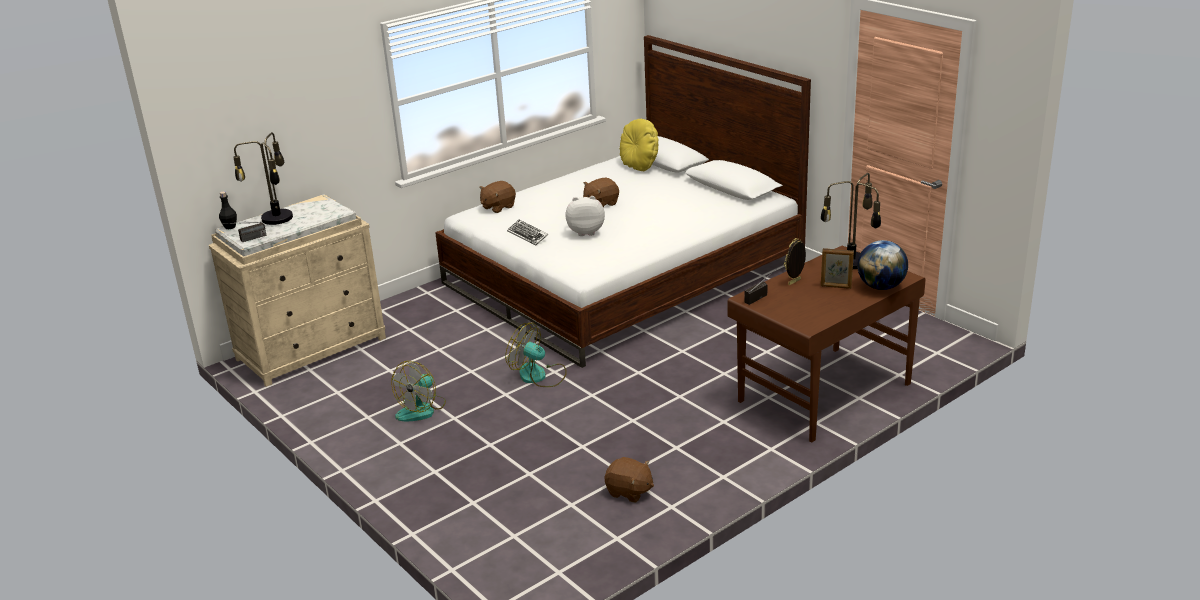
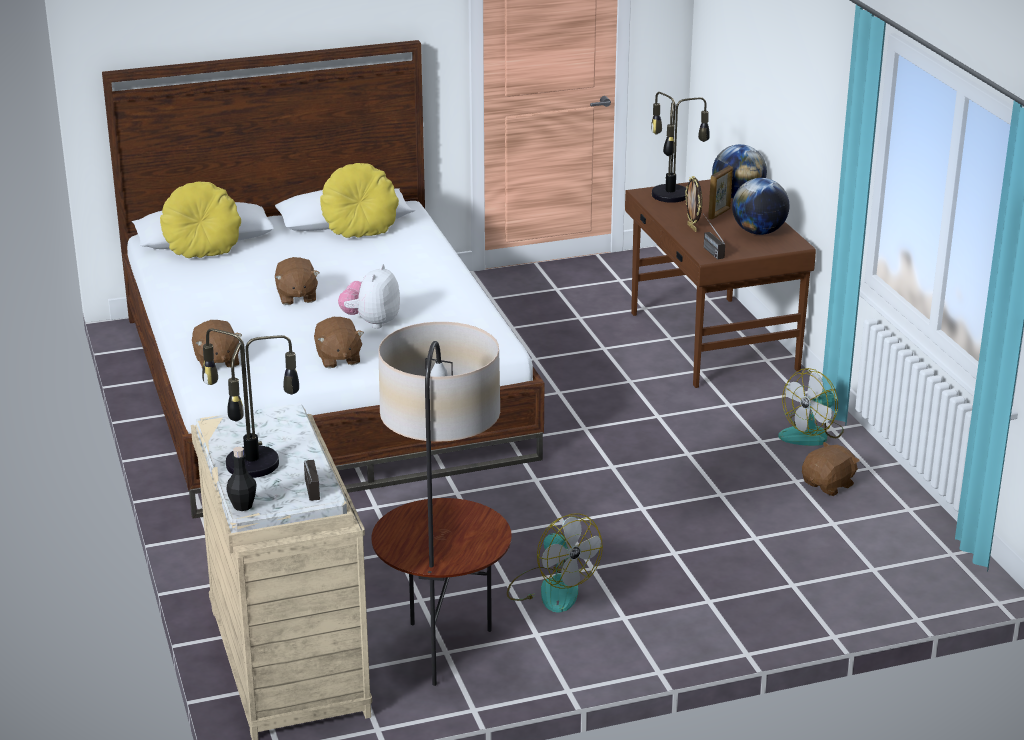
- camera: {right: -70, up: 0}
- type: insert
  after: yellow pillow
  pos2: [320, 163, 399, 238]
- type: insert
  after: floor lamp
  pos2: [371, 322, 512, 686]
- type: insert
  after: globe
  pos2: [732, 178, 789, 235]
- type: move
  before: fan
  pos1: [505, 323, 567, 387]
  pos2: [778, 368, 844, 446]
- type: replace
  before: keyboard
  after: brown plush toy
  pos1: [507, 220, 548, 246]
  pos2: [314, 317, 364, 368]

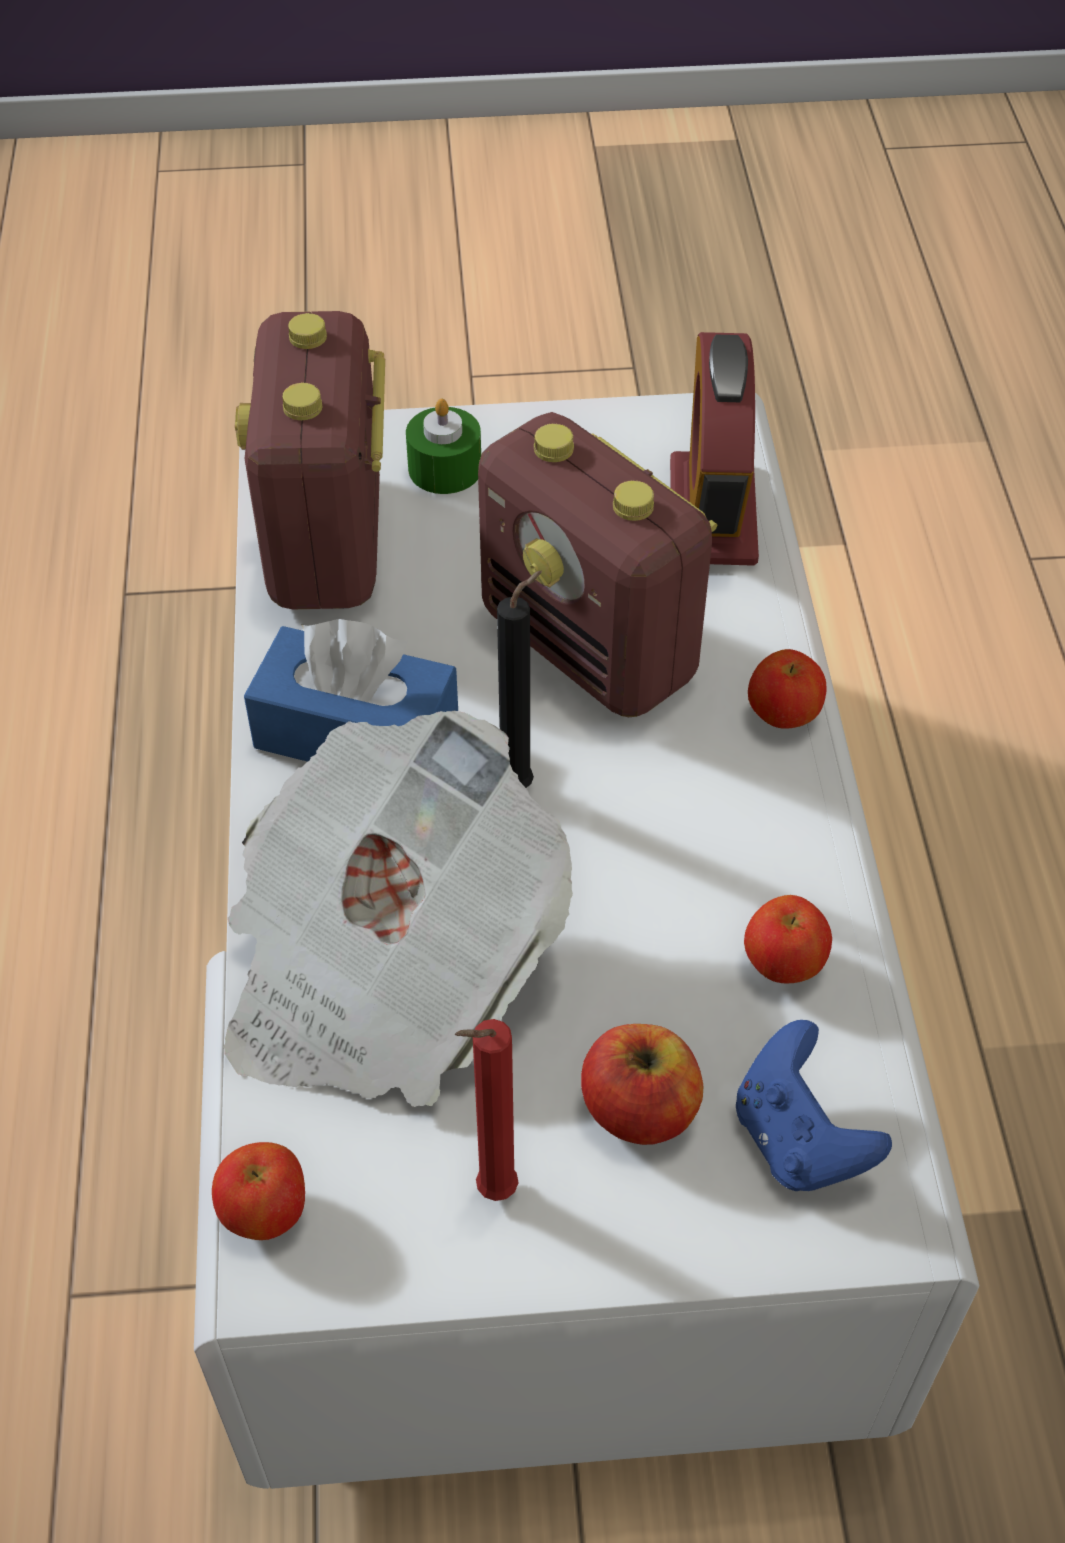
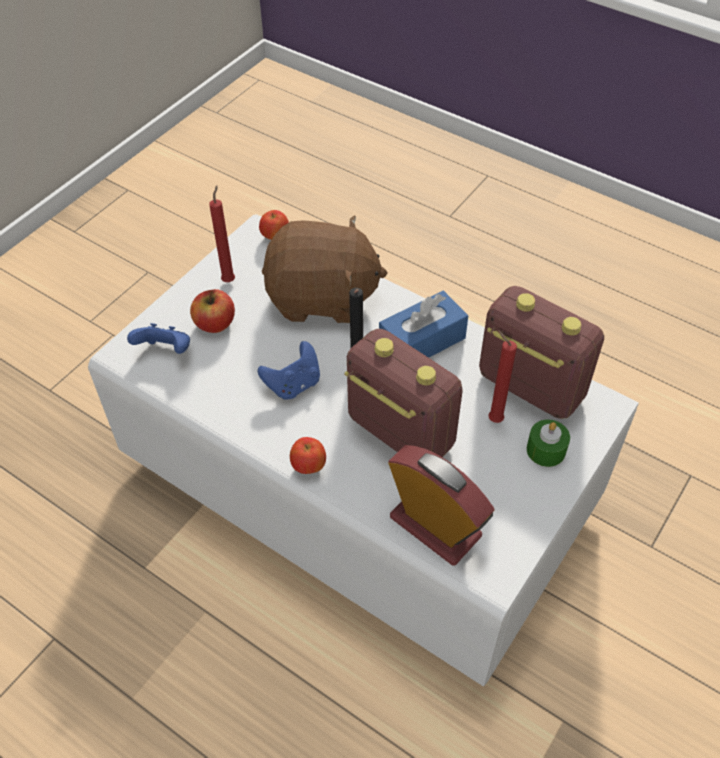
- camera: {right: 130, up: 0}
- type: delete
  before: apple
  pos1: [744, 895, 832, 984]
- type: insert
  after: blue game controller
  pos2: [258, 341, 320, 400]
- type: insert
  after: red candle
  pos2: [488, 330, 517, 423]
- type: replace
  before: newspaper
  after: brown plush toy
  pos1: [223, 711, 573, 1107]
  pos2: [262, 216, 387, 323]
- type: rotate
  before: radio
  pos1: [478, 412, 717, 717]
  pos2: [344, 329, 463, 457]
  turn: 45

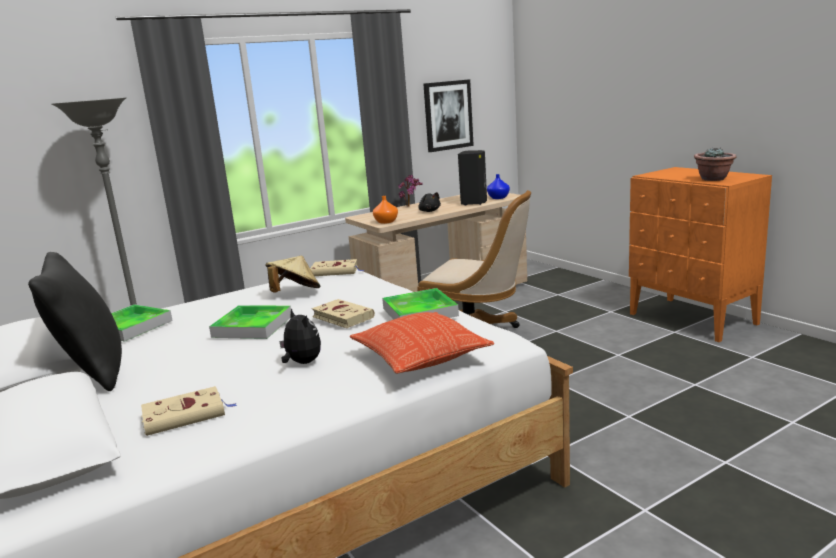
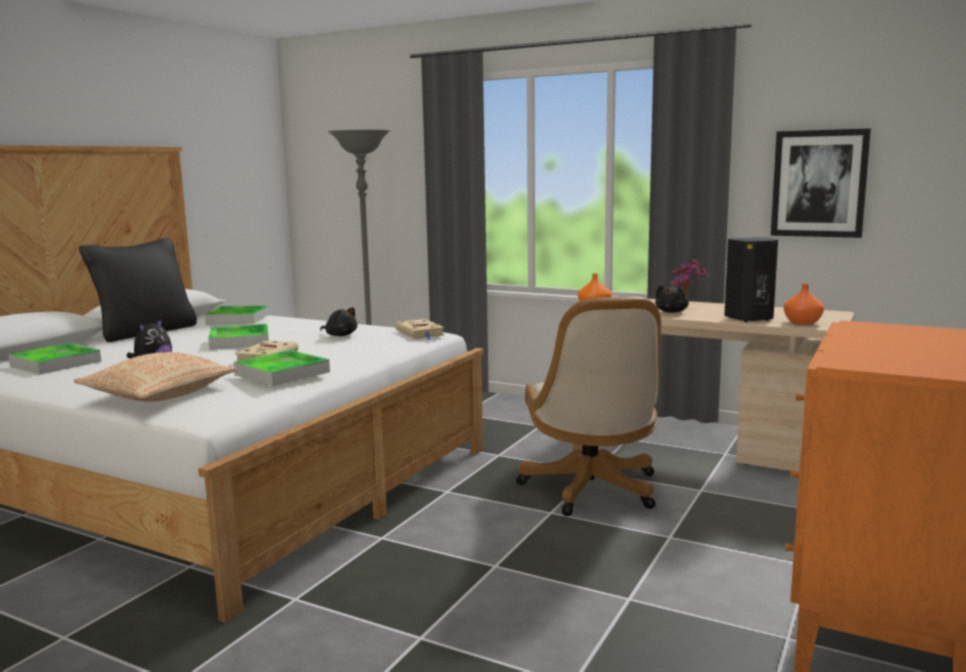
- camera: {right: 60, up: -5}
- type: delete
  before: potted plant
  pos1: [694, 148, 737, 181]
- type: replace
  before: beige book
  after: tray
  pos1: [141, 386, 238, 436]
  pos2: [8, 343, 101, 375]
- type: replace
  before: beige hat
  after: black plush toy
  pos1: [265, 256, 321, 292]
  pos2: [320, 307, 357, 336]
- type: recolor
  before: orange pillow
  after: beige pillow
  pos1: [350, 312, 494, 374]
  pos2: [73, 352, 237, 402]
- type: recolor
  before: blue vase
  after: orange vase
  pos1: [487, 174, 510, 199]
  pos2: [784, 284, 824, 325]

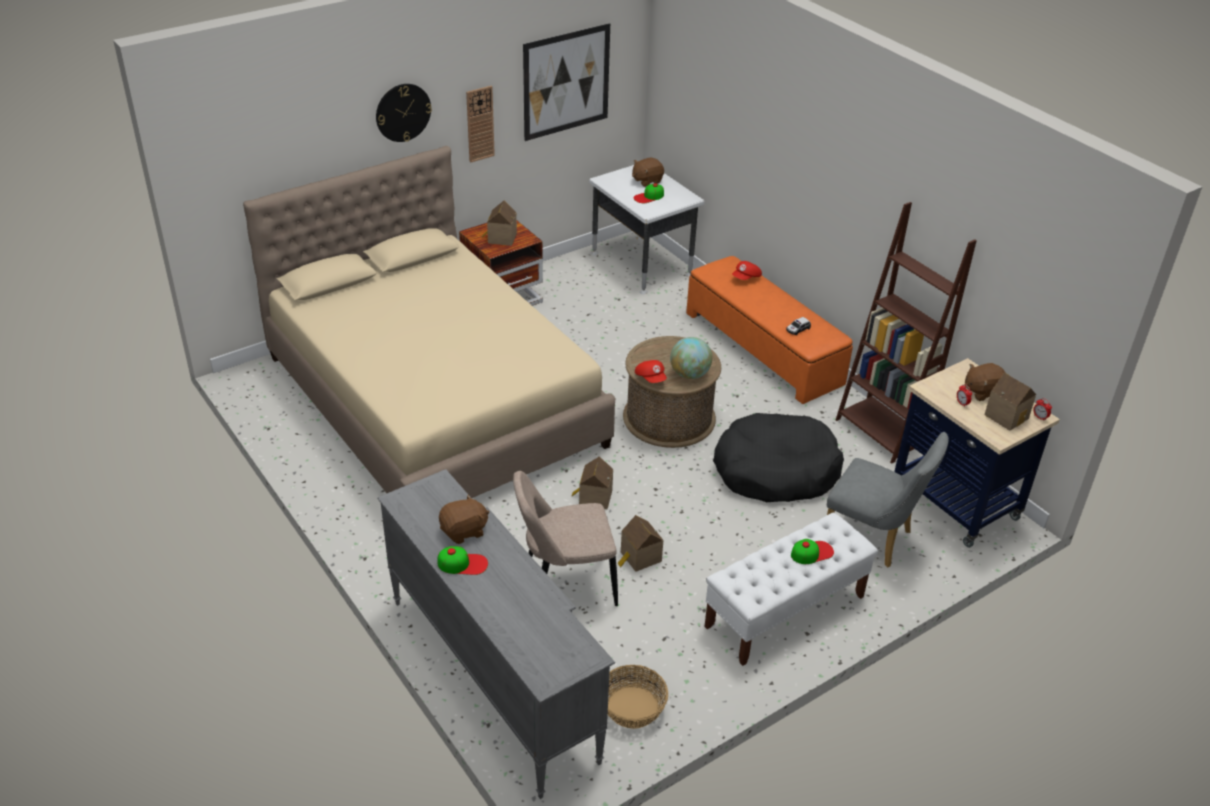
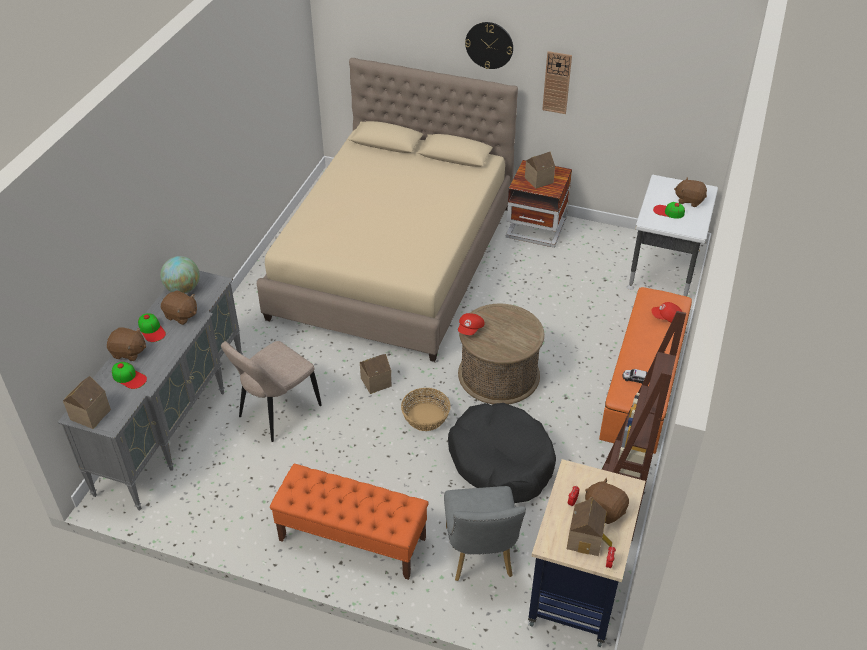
- camera: {right: 55, up: 5}
- type: delete
  before: picture
  pos1: [523, 23, 610, 141]
- type: insert
  after: brown plush toy
  pos2: [107, 327, 146, 361]
- type: move
  before: basket
  pos1: [608, 665, 668, 729]
  pos2: [401, 388, 451, 431]
- type: move
  before: toy house
  pos1: [617, 515, 663, 572]
  pos2: [63, 376, 111, 429]
- type: move
  before: globe
  pos1: [670, 337, 712, 379]
  pos2: [160, 256, 200, 293]
- type: move
  before: cap
  pos1: [791, 539, 834, 564]
  pos2: [112, 362, 147, 389]
- type: recolor
  before: white bench
  after: orange bench
  pos1: [704, 512, 878, 666]
  pos2: [270, 464, 429, 580]
- type: rotate
  before: beige chair
  pos1: [513, 471, 618, 606]
  pos2: [221, 341, 322, 442]
  turn: -90

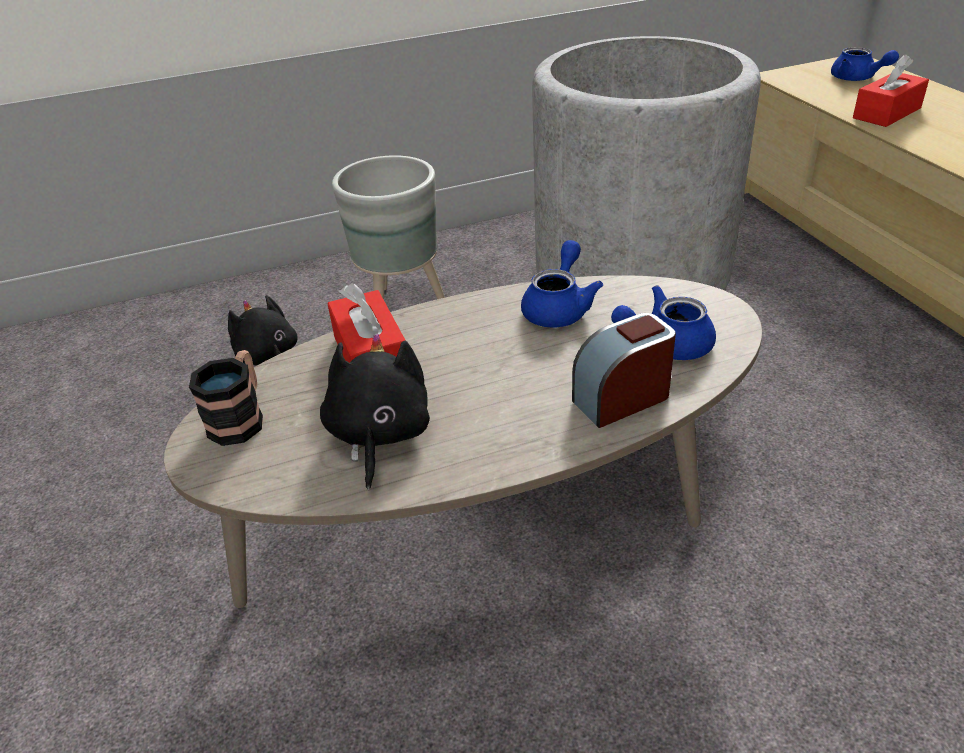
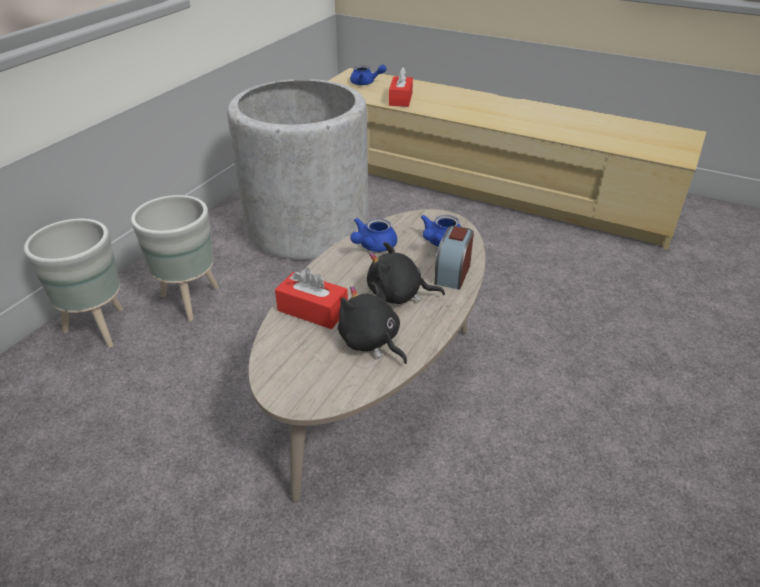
- camera: {right: -45, up: 0}
- type: delete
  before: mug
  pos1: [189, 350, 263, 446]
- type: insert
  after: grey planter
  pos2: [24, 219, 123, 348]
- type: move
  before: black plush toy
  pos1: [228, 295, 298, 365]
  pos2: [367, 242, 445, 304]
- type: rotate
  before: blue teapot
  pos1: [521, 240, 603, 327]
  pos2: [350, 218, 397, 252]
  turn: -120

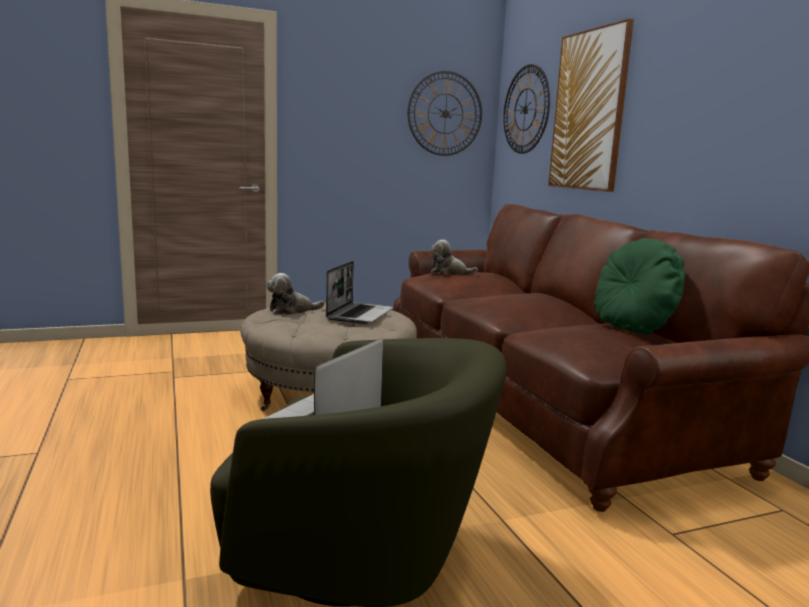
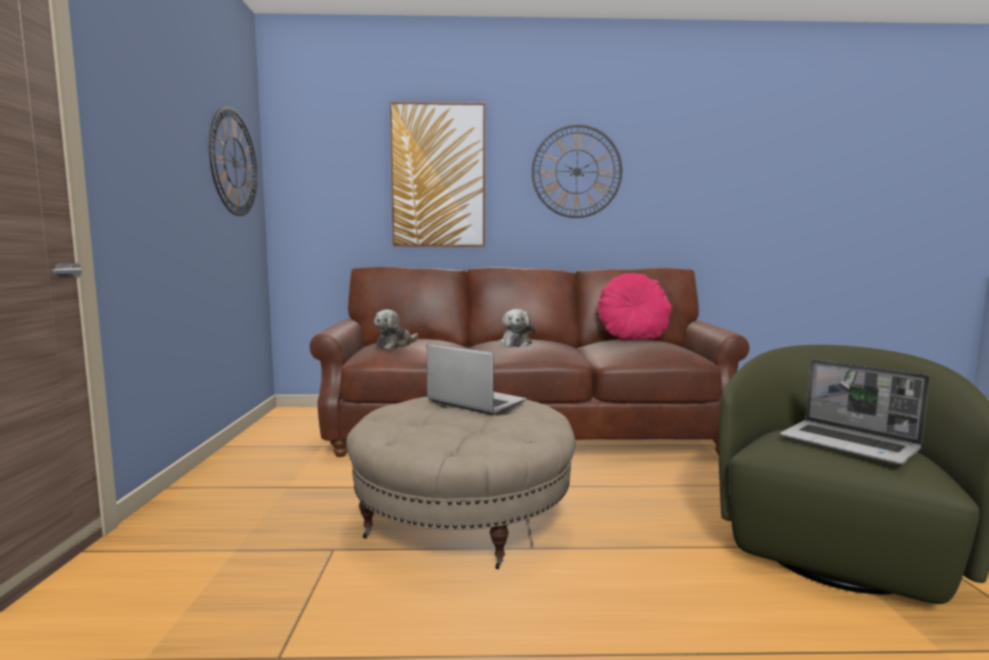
- camera: {right: -70, up: -5}
- type: move
  before: plush toy
  pos1: [266, 273, 325, 315]
  pos2: [499, 309, 535, 347]
- type: move
  before: wall clock
  pos1: [503, 64, 550, 154]
  pos2: [532, 124, 622, 218]
- type: recolor
  before: green pillow
  after: pink pillow
  pos1: [594, 238, 686, 335]
  pos2: [598, 273, 672, 341]

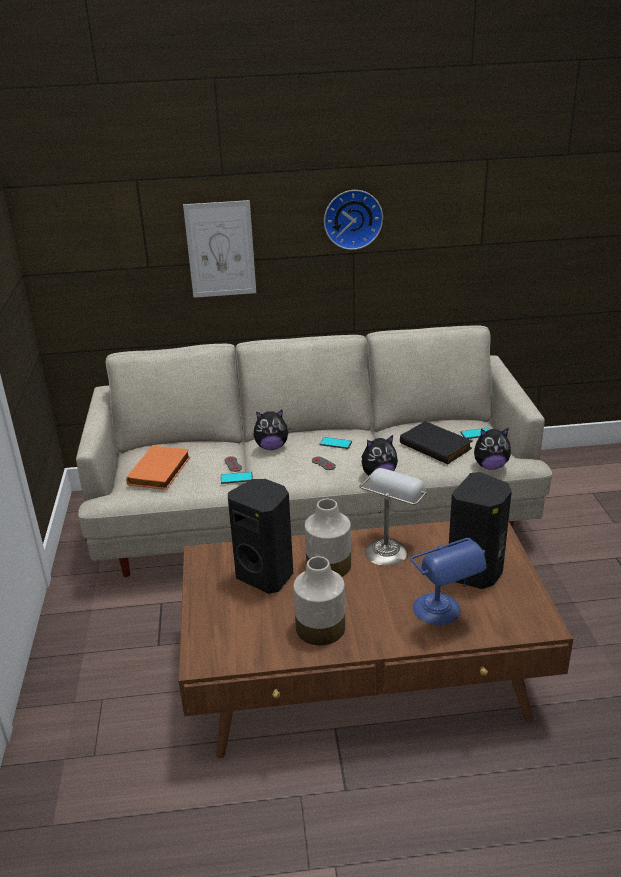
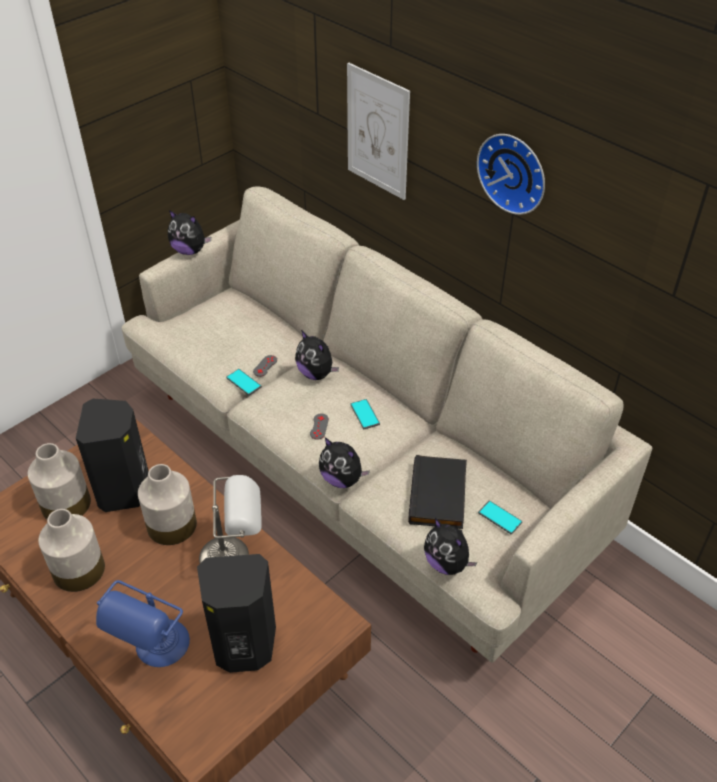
- camera: {right: 50, up: 15}
- type: delete
  before: orange book
  pos1: [126, 445, 190, 490]
- type: insert
  after: beige vase
  pos2: [28, 443, 91, 519]
- type: insert
  after: plush toy
  pos2: [168, 210, 211, 255]

